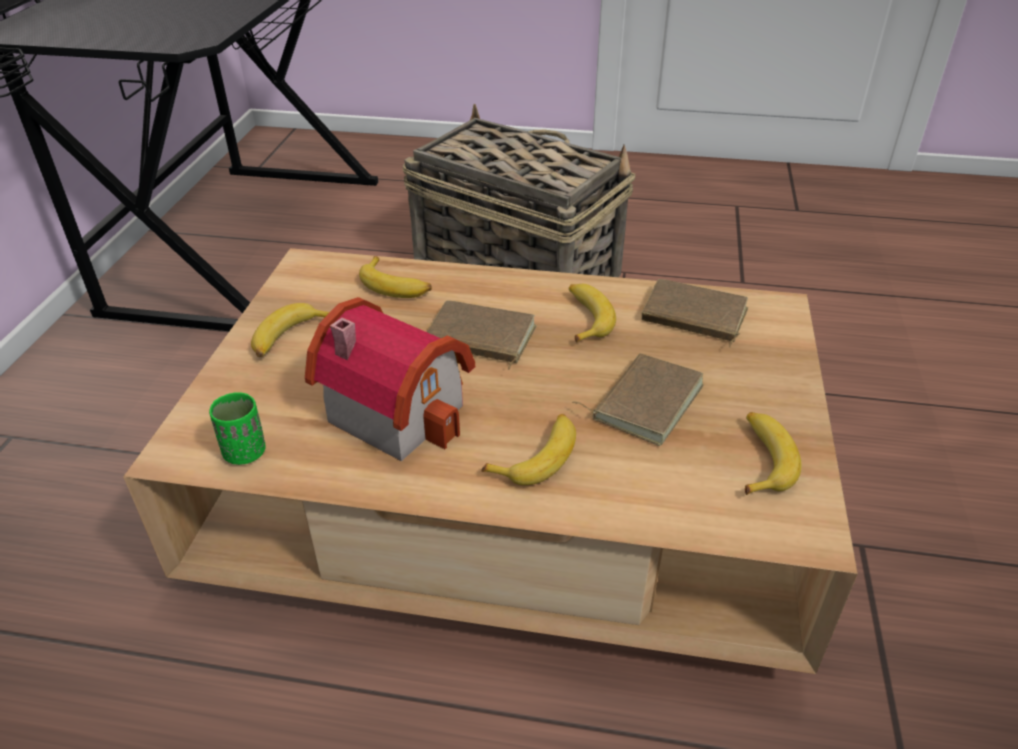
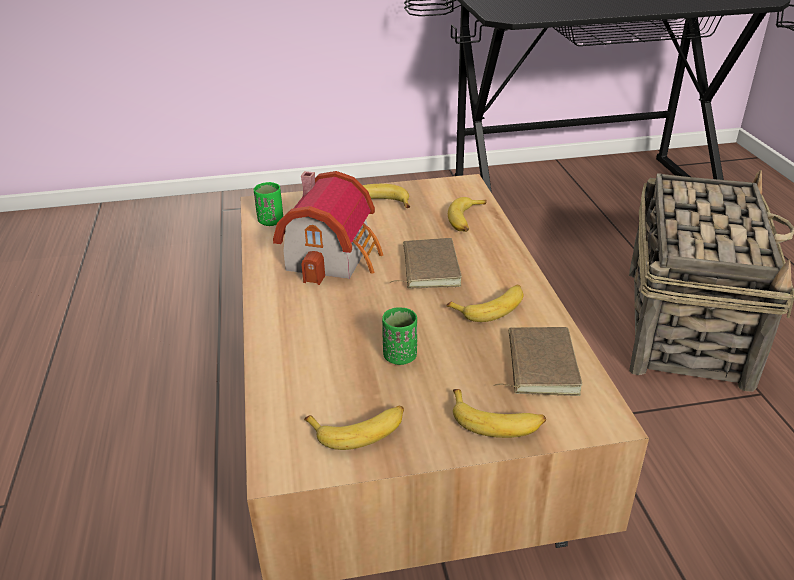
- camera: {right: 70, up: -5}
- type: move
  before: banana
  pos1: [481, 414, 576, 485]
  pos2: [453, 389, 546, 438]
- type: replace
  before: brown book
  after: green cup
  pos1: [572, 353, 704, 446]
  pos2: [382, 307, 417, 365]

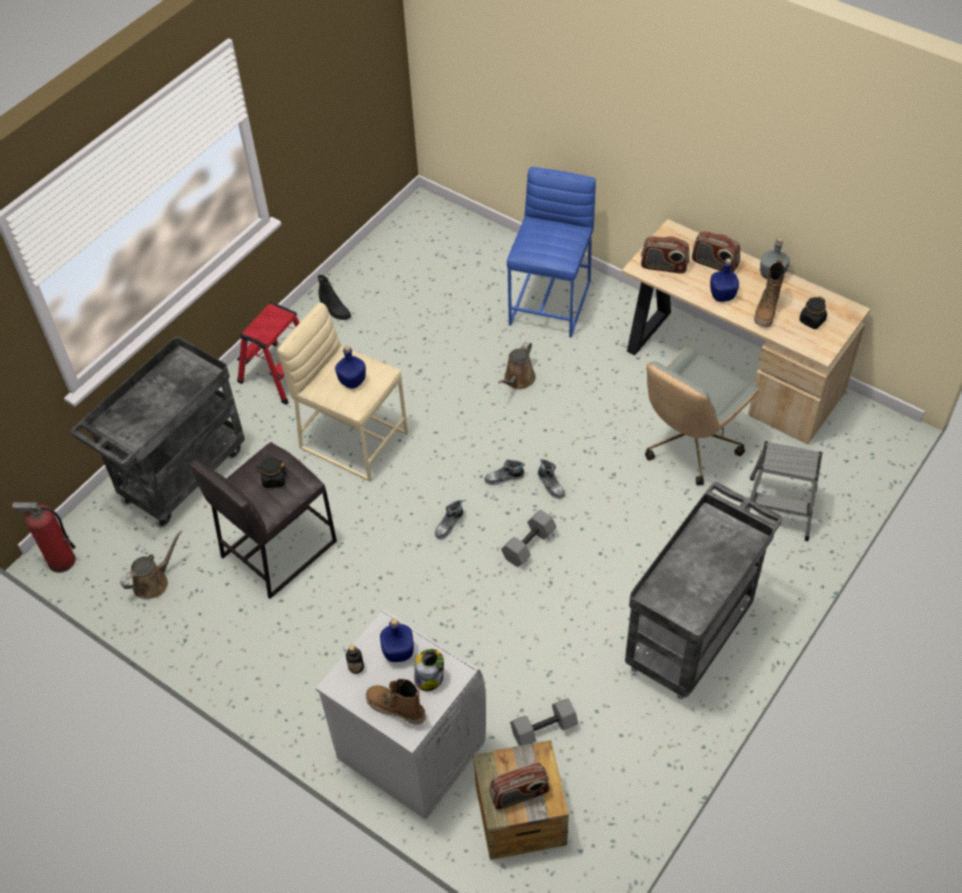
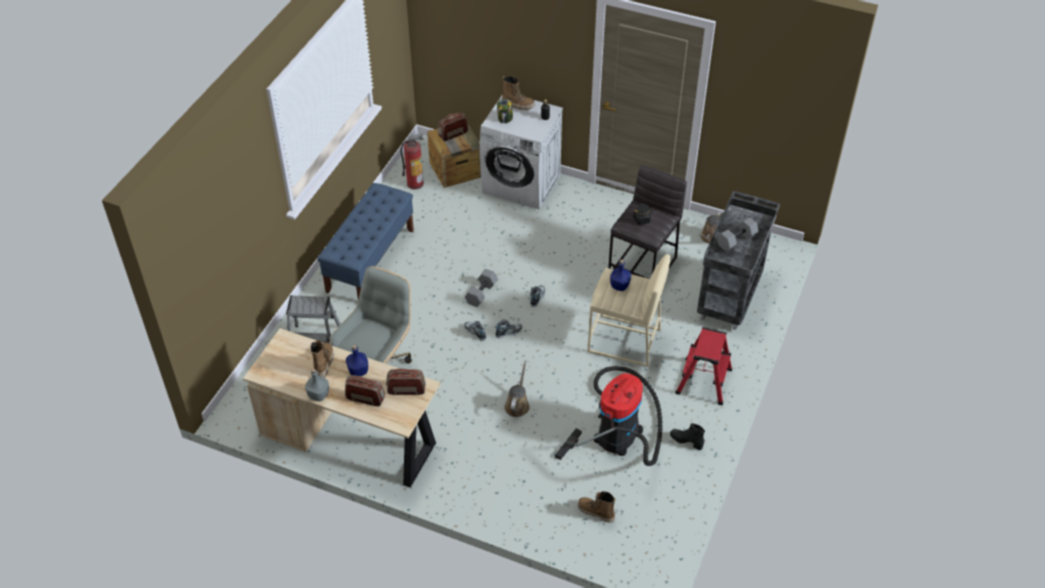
- camera: {right: 165, up: -5}
- type: delete
  before: blue bottle
  pos1: [380, 619, 414, 662]
- type: delete
  before: blue stool
  pos1: [507, 167, 596, 338]
- type: delete
  before: black jar
  pos1: [799, 296, 827, 329]
- type: insert
  after: vacuum cleaner
  pos2: [555, 366, 663, 466]
- type: insert
  after: boot
  pos2: [578, 491, 615, 523]
- type: move
  before: fire extinguisher
  pos1: [12, 502, 76, 573]
  pos2: [401, 133, 424, 190]
- type: move
  before: grey dumbbell
  pos1: [510, 699, 578, 746]
  pos2: [717, 217, 759, 252]
- type: replace
  before: black cart
  after: blue bench
  pos1: [625, 482, 783, 700]
  pos2: [317, 183, 414, 300]

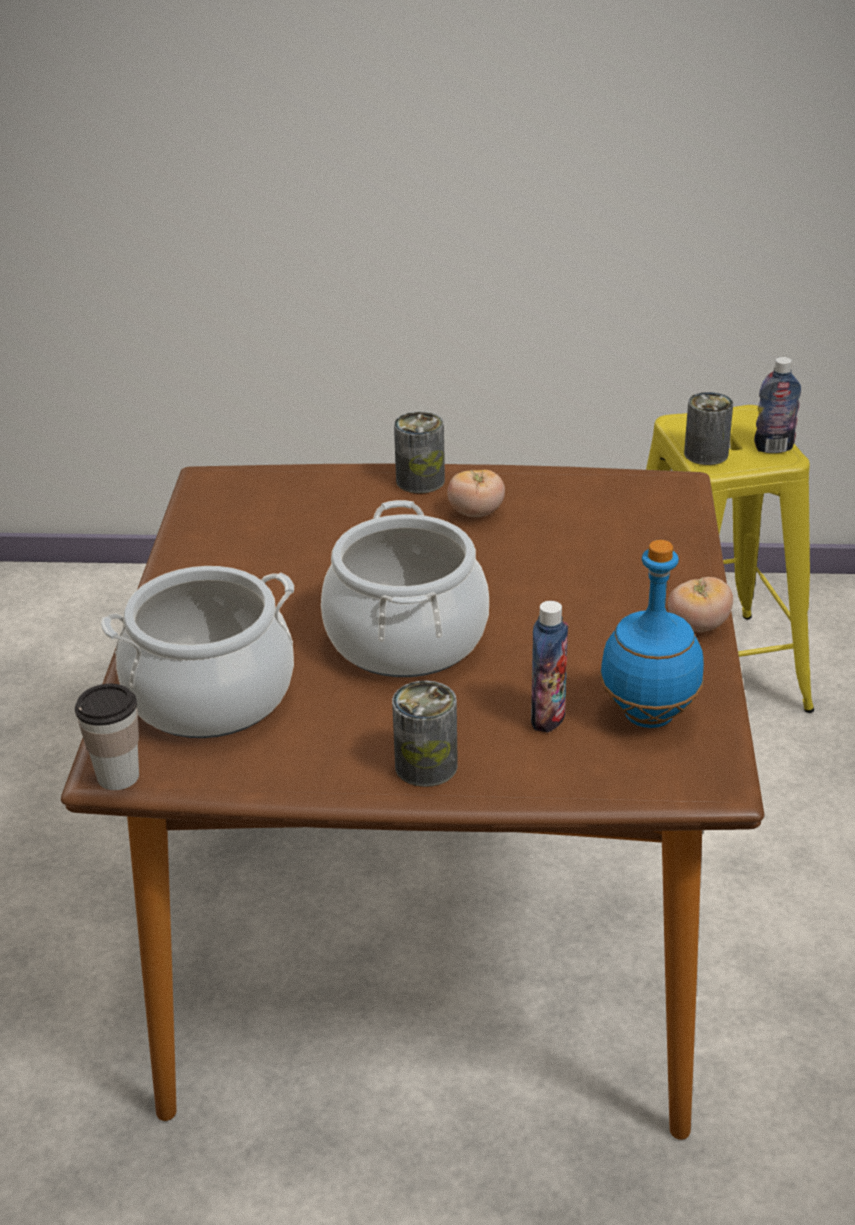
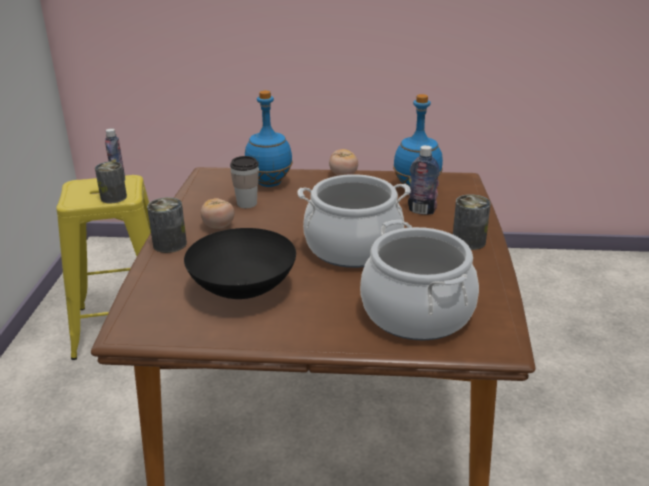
- camera: {right: -90, up: -5}
- type: insert
  after: black bowl
  pos2: [184, 228, 296, 299]
- type: insert
  after: blue bottle
  pos2: [245, 90, 293, 187]
- type: move
  before: cup
  pos1: [75, 684, 139, 790]
  pos2: [230, 156, 259, 208]

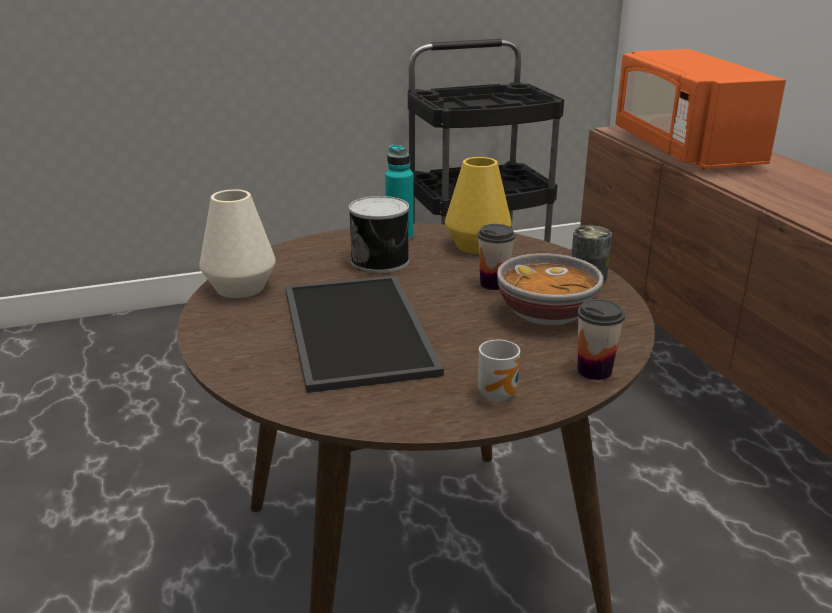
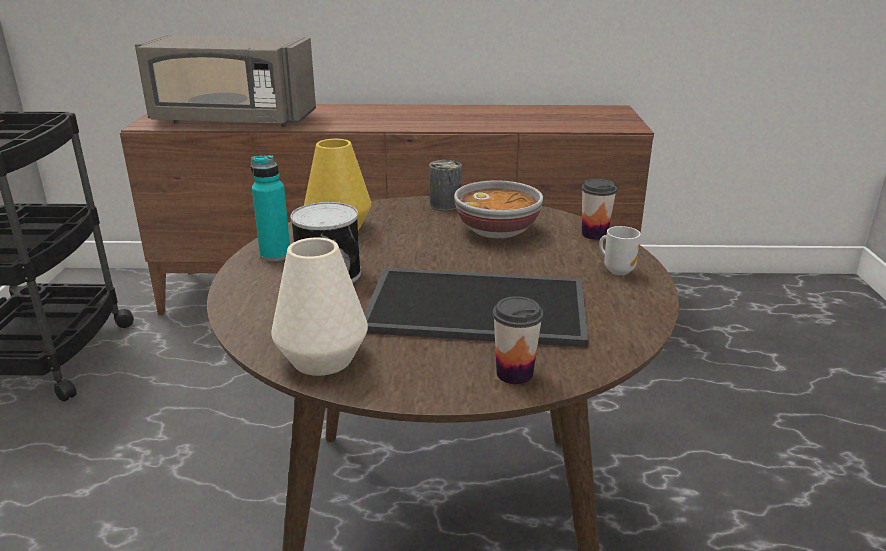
- camera: {right: -70, up: 0}
- type: move
  before: cup
  pos1: [477, 224, 515, 290]
  pos2: [493, 296, 543, 384]
- type: recolor
  before: orange microwave
  after: grey microwave
  pos1: [616, 49, 786, 170]
  pos2: [135, 35, 316, 127]

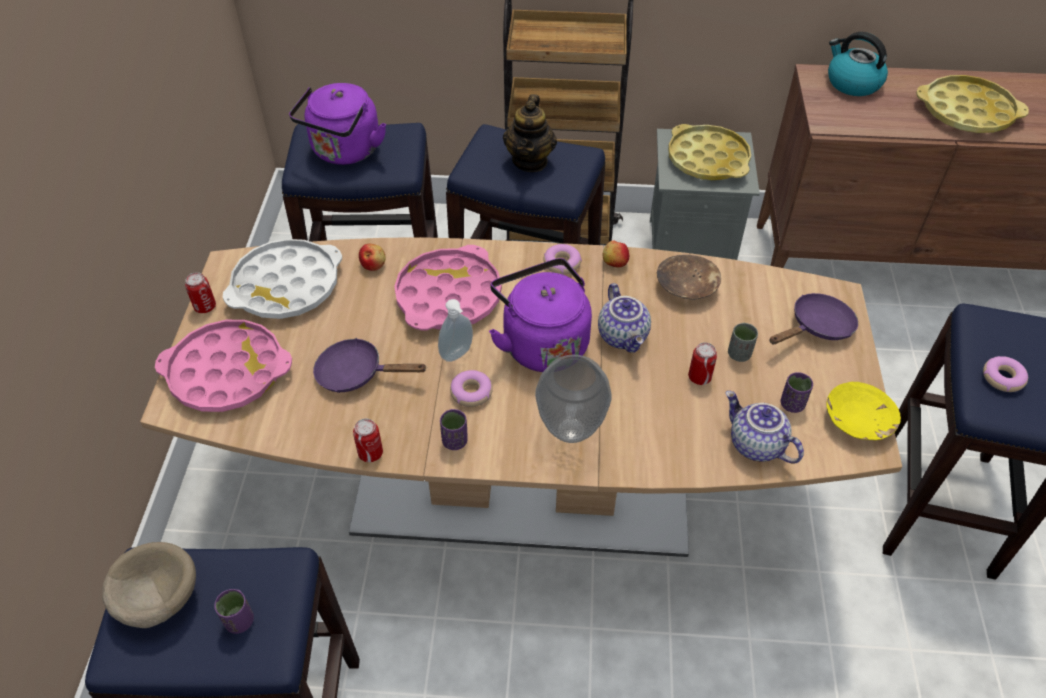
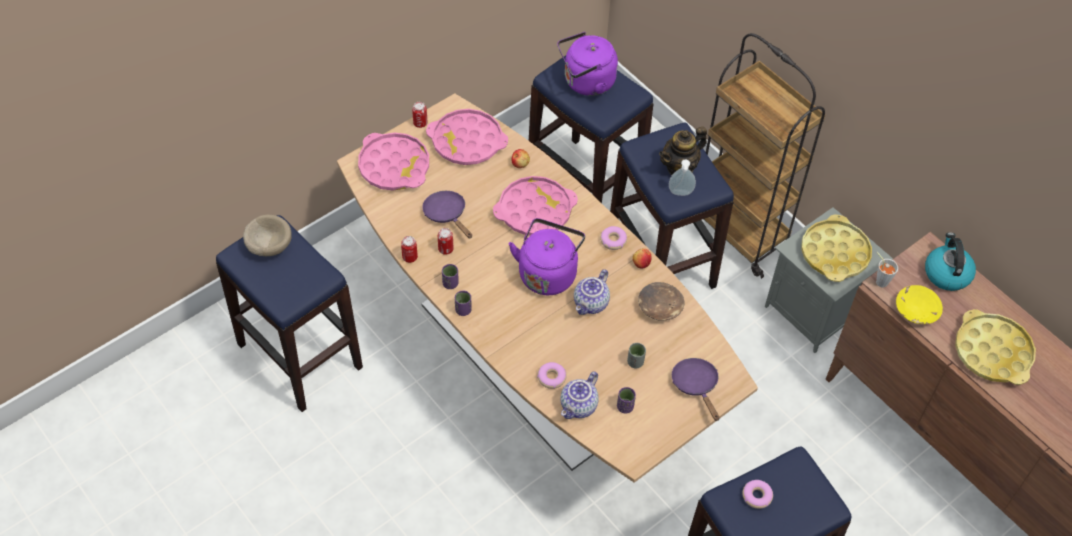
- camera: {right: 45, up: 5}
- type: delete
  before: vase
  pos1: [535, 355, 611, 443]
- type: insert
  after: grey cup
  pos2: [876, 252, 898, 288]
- type: move
  before: purple cup
  pos1: [214, 589, 254, 634]
  pos2: [455, 290, 472, 316]
- type: move
  before: soap dispenser
  pos1: [438, 299, 473, 362]
  pos2: [669, 160, 696, 196]
- type: move
  before: donut
  pos1: [450, 370, 493, 407]
  pos2: [537, 362, 567, 389]
- type: move
  before: can
  pos1: [688, 343, 717, 385]
  pos2: [438, 228, 454, 255]
- type: move
  before: yellow bowl
  pos1: [827, 382, 901, 440]
  pos2: [896, 285, 943, 324]
- type: recolor
  before: white tray
  after: pink tray
  pos1: [223, 239, 342, 319]
  pos2: [426, 109, 508, 165]
- type: rotate
  before: teapot
  pos1: [726, 391, 804, 464]
  pos2: [560, 371, 599, 419]
  turn: -150
- type: rotate
  before: purple frying pan
  pos1: [769, 293, 858, 345]
  pos2: [672, 358, 719, 421]
  turn: -120

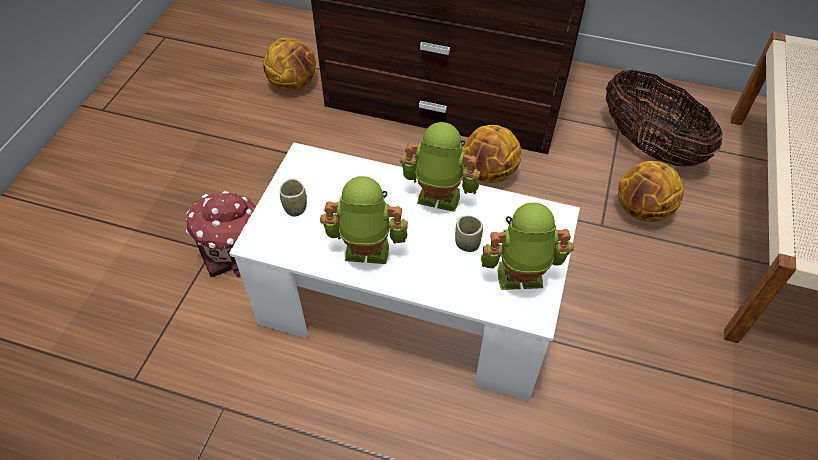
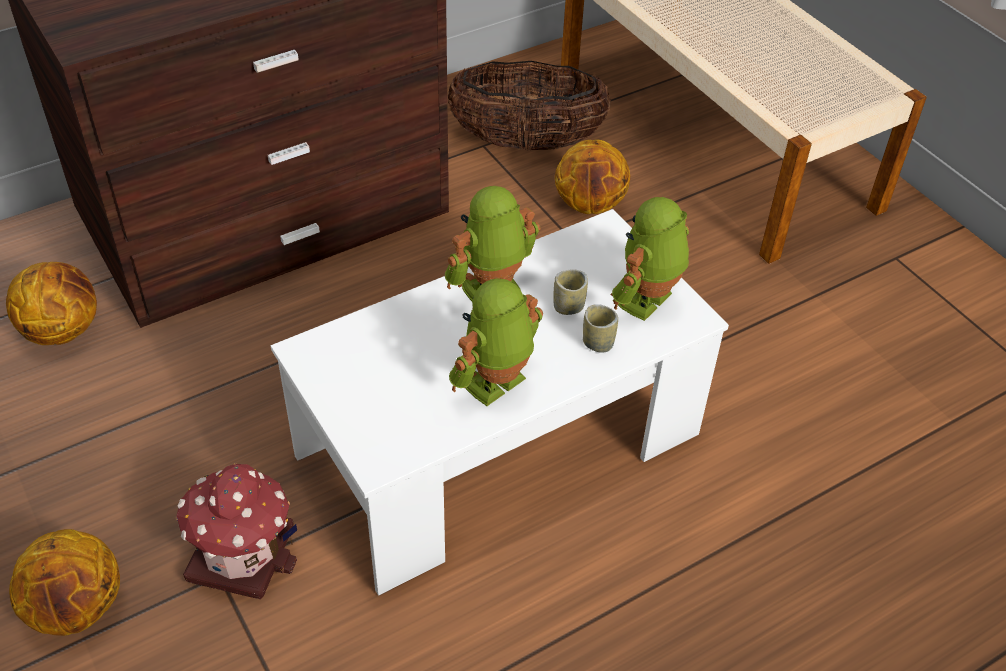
- camera: {right: -50, up: -5}
- type: move
  before: cup
  pos1: [280, 179, 307, 217]
  pos2: [583, 304, 618, 353]
- type: move
  before: basketball
  pos1: [462, 125, 521, 183]
  pos2: [9, 529, 120, 636]

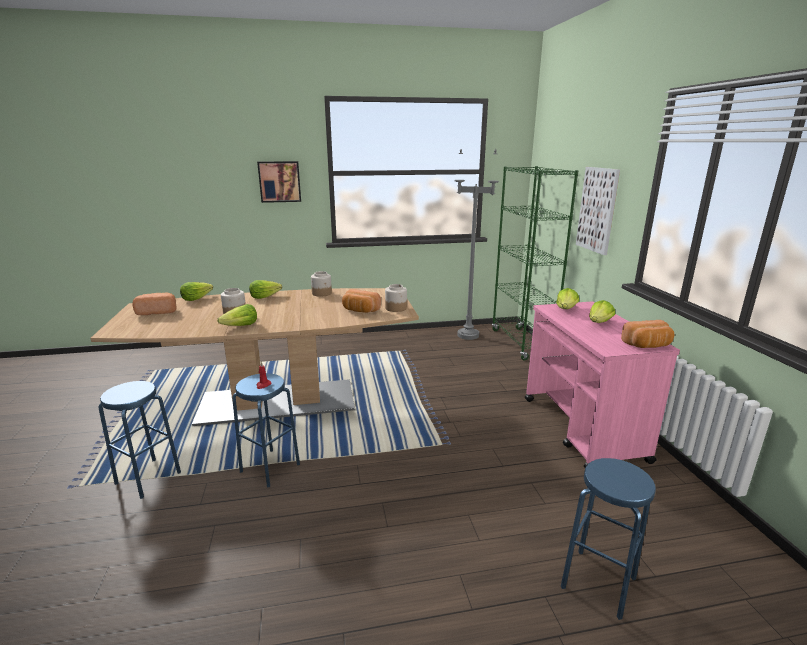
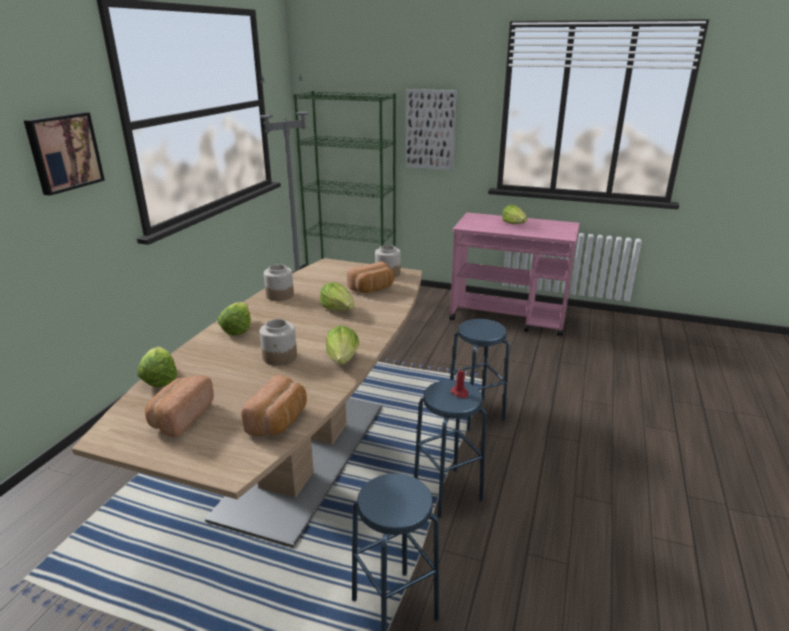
- camera: {right: -60, up: 5}
- type: move
  before: lettuce
  pos1: [556, 288, 579, 309]
  pos2: [320, 282, 354, 311]
- type: move
  before: blue stool
  pos1: [561, 458, 656, 620]
  pos2: [450, 319, 510, 431]
- type: move
  before: bread
  pos1: [621, 320, 674, 348]
  pos2: [241, 375, 307, 436]

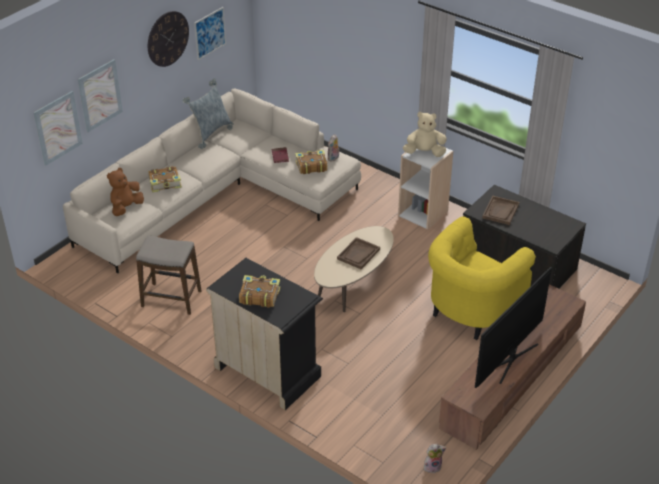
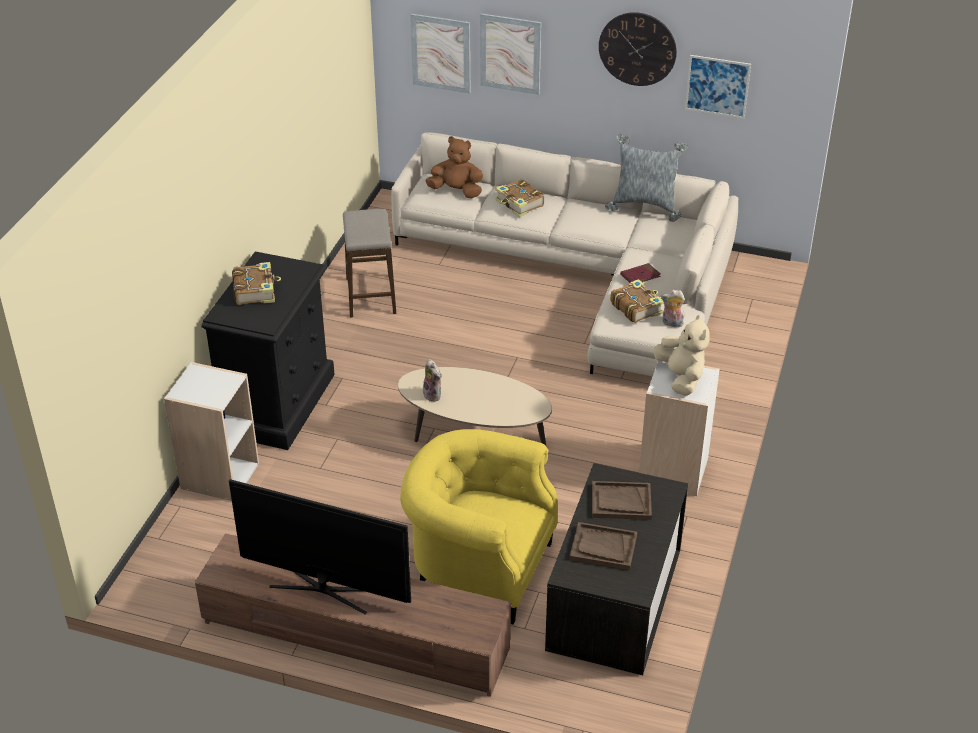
- camera: {right: 70, up: 0}
- type: insert
  after: bookcase
  pos2: [164, 362, 259, 501]
- type: move
  before: brown tray
  pos1: [337, 237, 380, 270]
  pos2: [569, 522, 637, 570]
- type: move
  before: plush toy
  pos1: [424, 444, 446, 473]
  pos2: [423, 359, 442, 402]

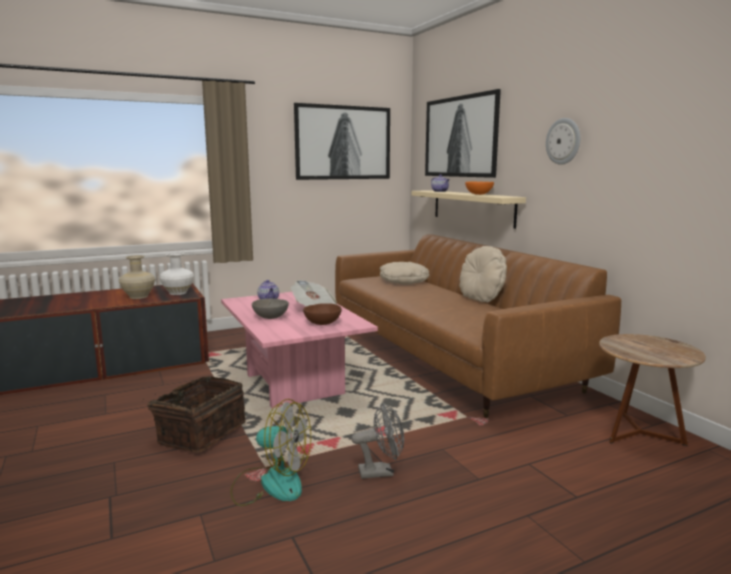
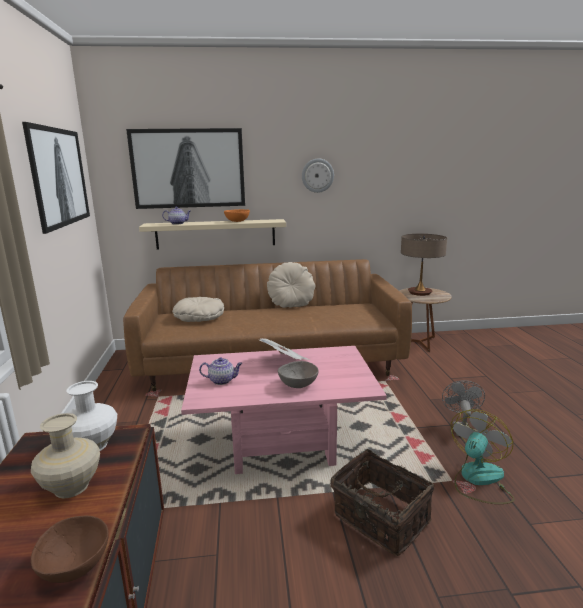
- camera: {right: -70, up: 5}
- type: insert
  after: table lamp
  pos2: [401, 234, 447, 296]
- type: move
  before: brown bowl
  pos1: [303, 303, 342, 325]
  pos2: [31, 516, 109, 583]

